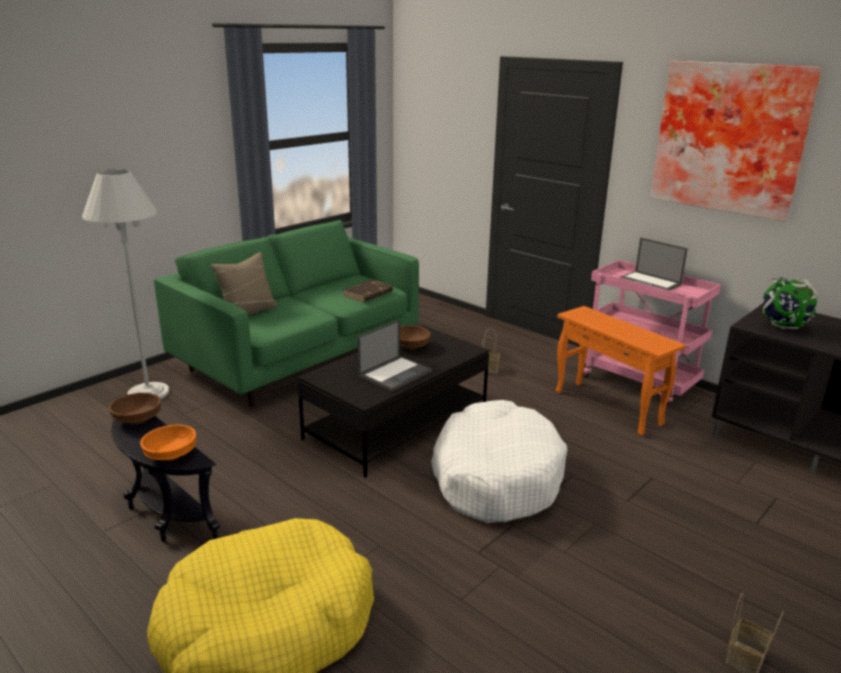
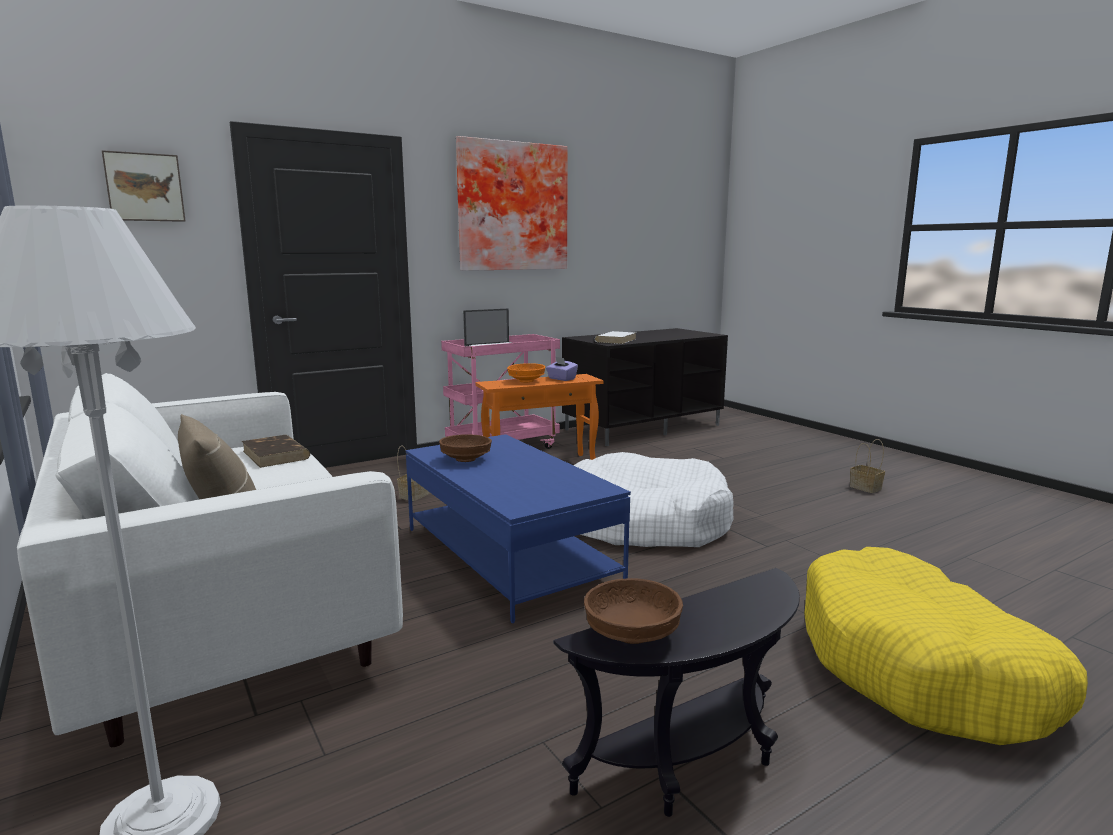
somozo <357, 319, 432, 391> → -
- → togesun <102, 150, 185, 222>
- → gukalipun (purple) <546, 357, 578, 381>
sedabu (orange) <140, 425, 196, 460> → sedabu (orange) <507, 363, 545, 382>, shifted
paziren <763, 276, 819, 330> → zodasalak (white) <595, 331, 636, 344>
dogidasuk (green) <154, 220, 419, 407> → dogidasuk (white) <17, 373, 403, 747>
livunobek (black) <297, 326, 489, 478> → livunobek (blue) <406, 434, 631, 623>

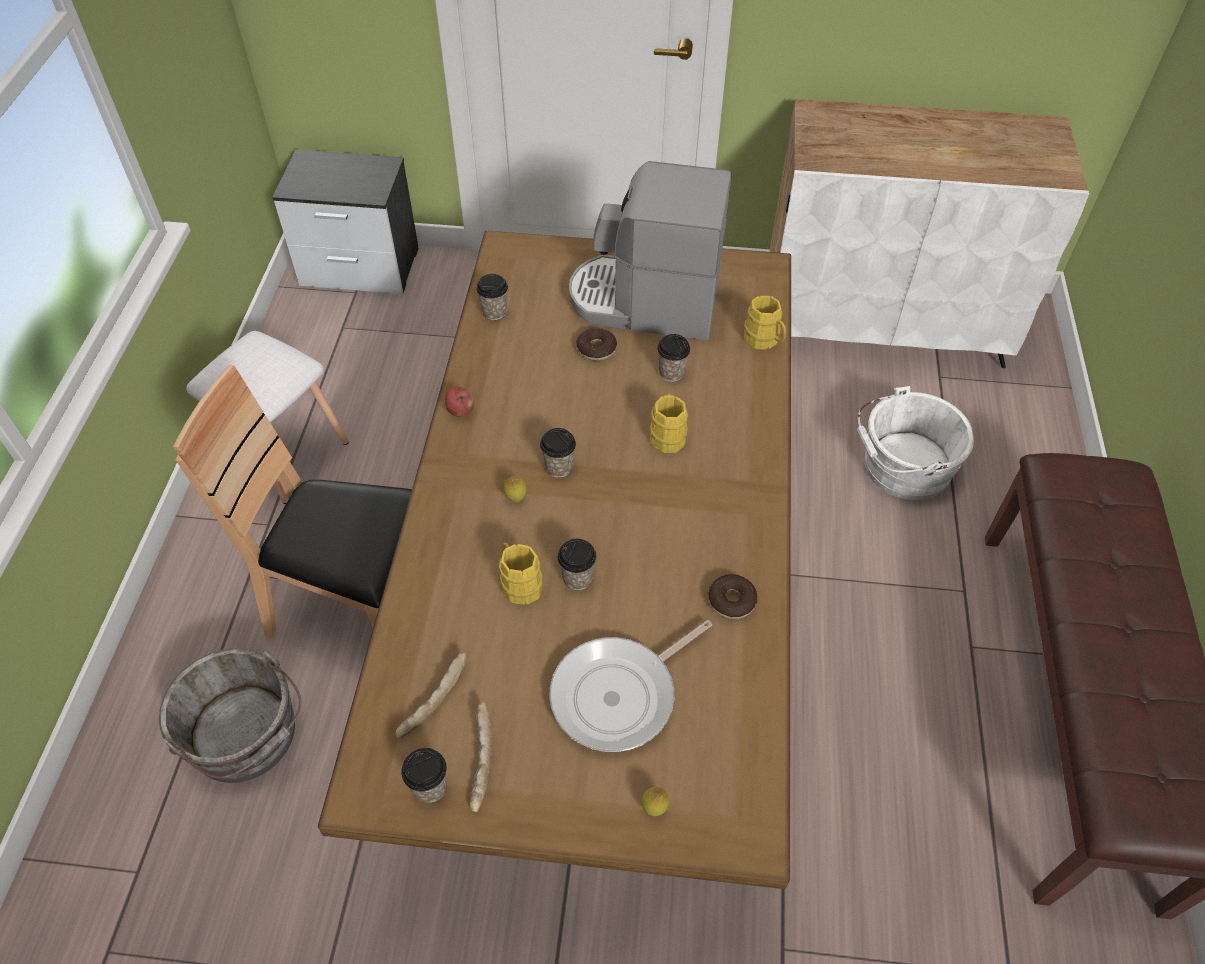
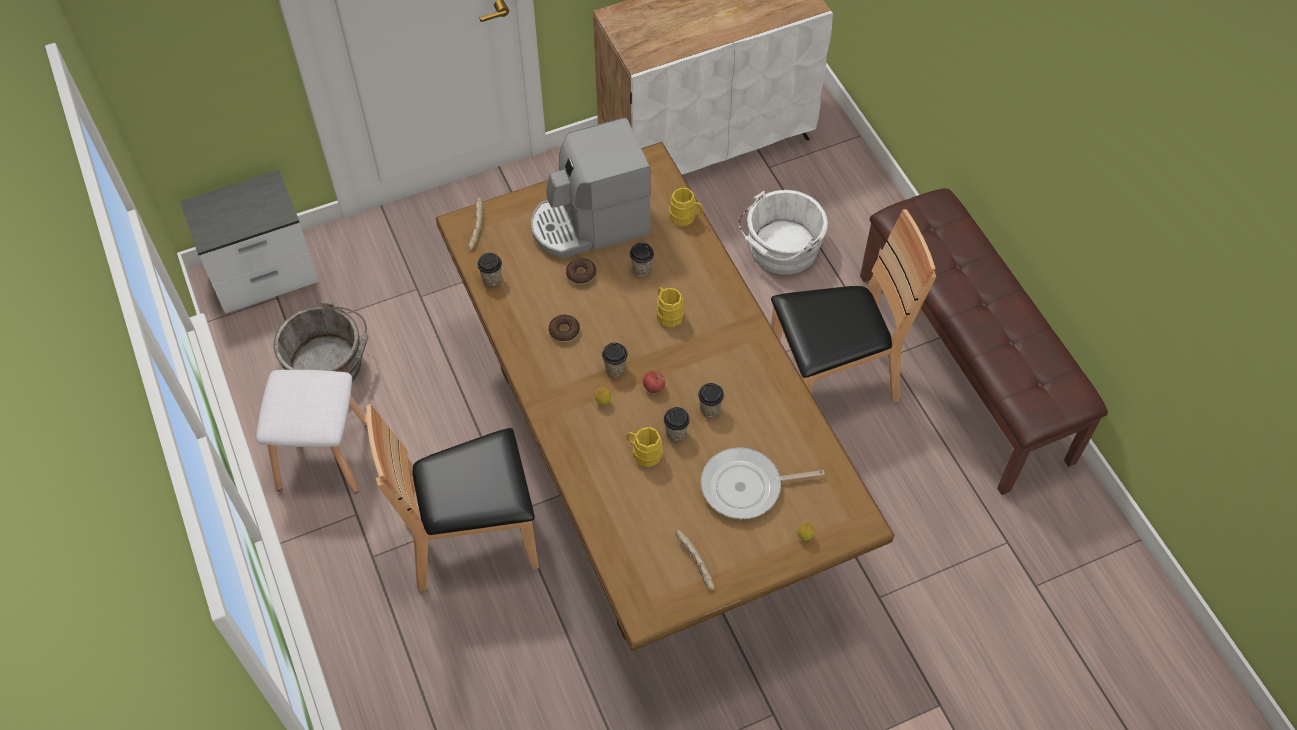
- → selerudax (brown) <771, 209, 936, 402>
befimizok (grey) <159, 648, 302, 783> → befimizok (grey) <274, 301, 369, 382>, shifted
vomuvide <395, 652, 467, 738> → vomuvide <468, 197, 483, 250>, shifted
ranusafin <401, 748, 447, 803> → ranusafin <698, 383, 724, 417>, shifted
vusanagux <445, 387, 474, 417> → vusanagux <643, 371, 665, 393>, shifted
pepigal <708, 574, 757, 619> → pepigal <549, 315, 580, 342>, shifted
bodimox <549, 620, 712, 752> → bodimox <701, 447, 825, 519>, 60 degrees clockwise

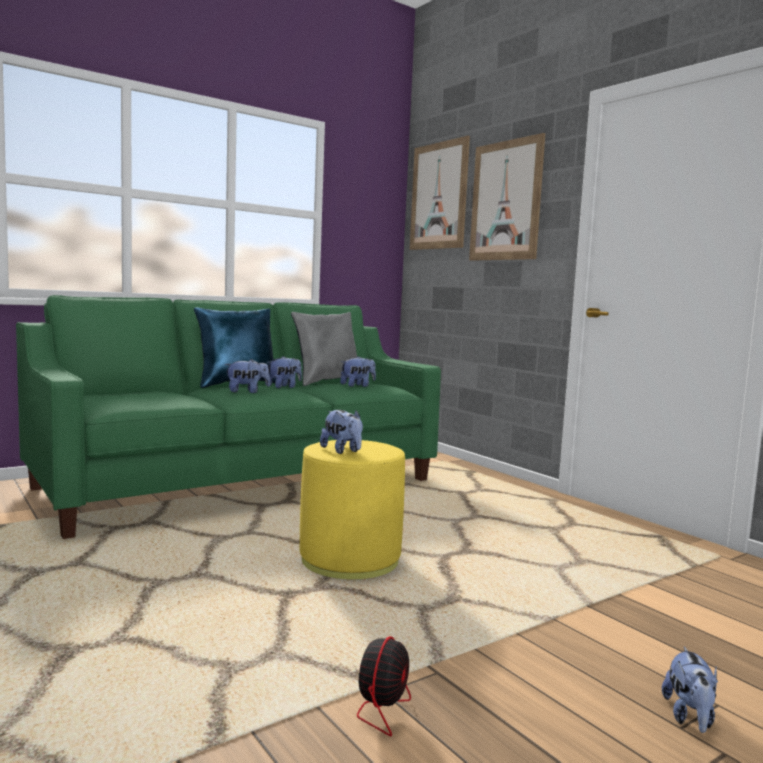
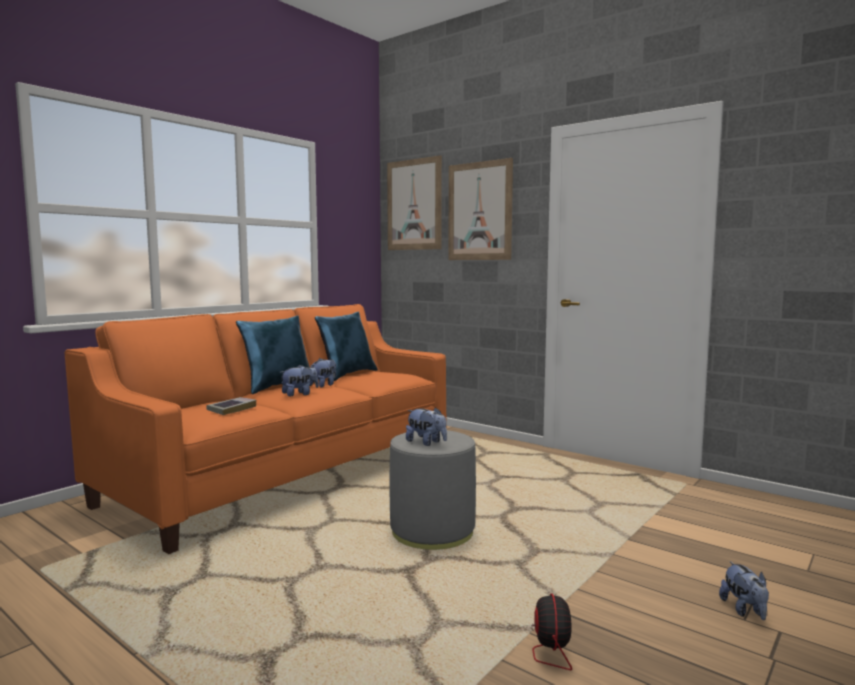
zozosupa <340, 356, 376, 387> → -
- → zodasalak <206, 397, 256, 415>
dogidasuk (green) <16, 295, 441, 539> → dogidasuk (orange) <65, 304, 447, 554>
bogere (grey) <291, 312, 357, 386> → bogere (blue) <315, 311, 378, 381>
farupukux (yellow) <300, 440, 405, 579> → farupukux (grey) <390, 430, 476, 550>

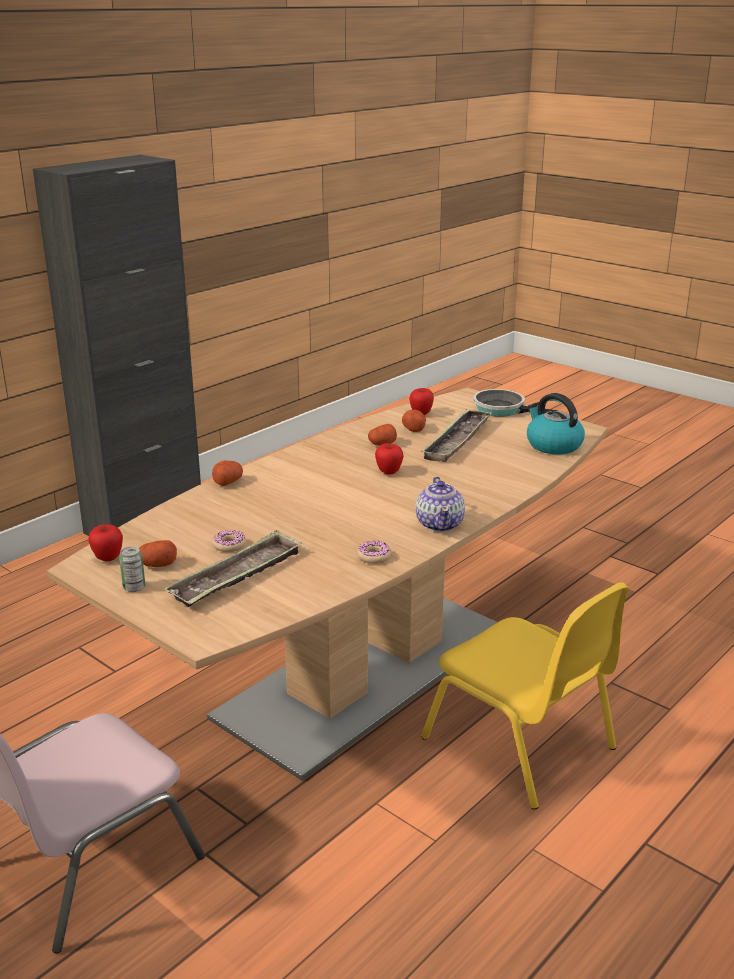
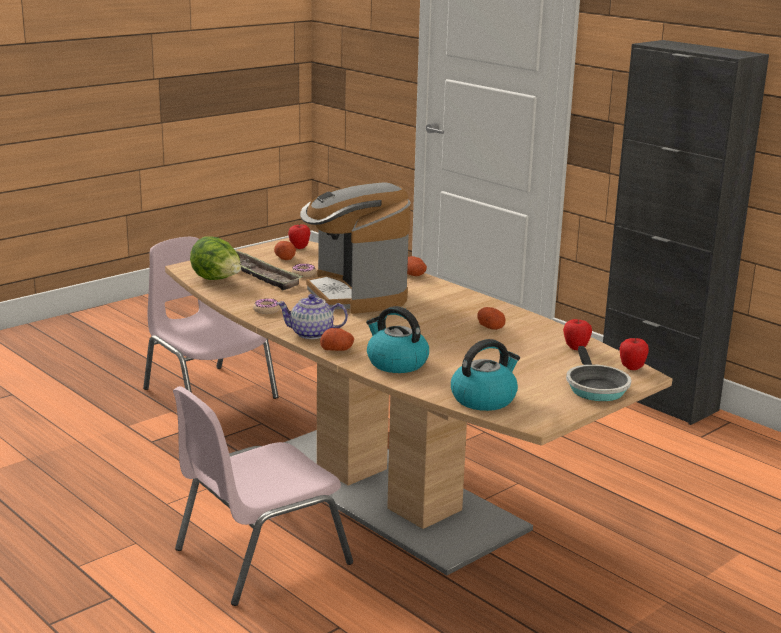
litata <119, 547, 145, 592> → -
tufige <421, 409, 492, 462> → -
- → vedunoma <190, 236, 241, 280>
- → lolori <300, 182, 411, 314>
- → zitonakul <366, 306, 429, 373>
vusanagux <375, 443, 404, 475> → vusanagux <620, 338, 649, 370>, shifted
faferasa <402, 410, 426, 432> → faferasa <320, 328, 354, 351>, shifted
selerudax (yellow) <421, 582, 629, 810> → selerudax (pink) <173, 386, 353, 606>
bodimox <473, 389, 558, 416> → bodimox <566, 346, 631, 401>, 135 degrees clockwise

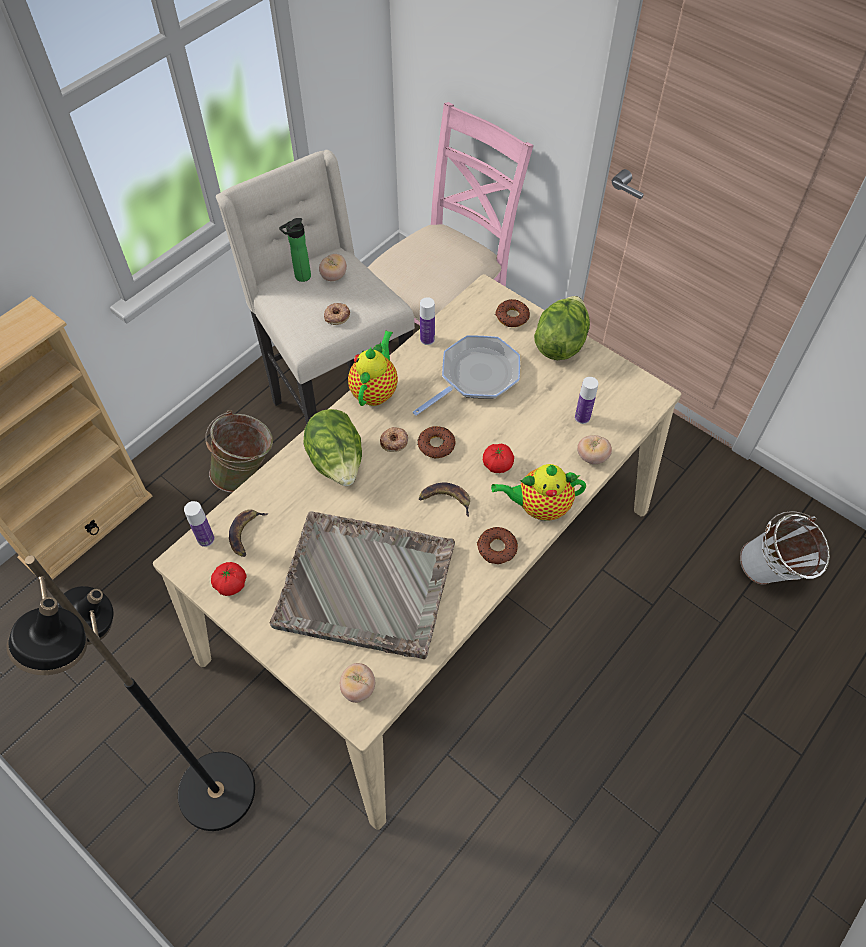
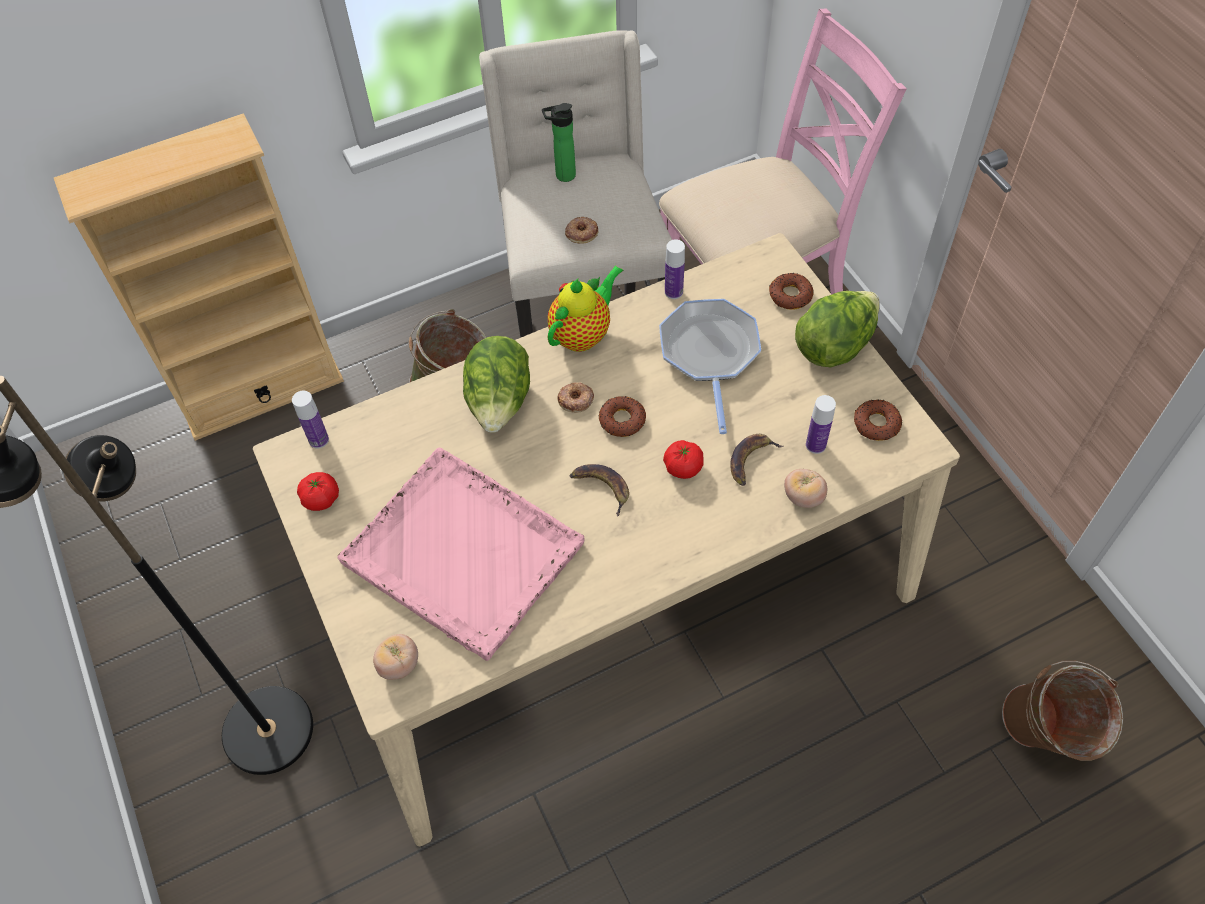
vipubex <319, 254, 347, 281> → -
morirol <491, 464, 586, 521> → -
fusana <229, 509, 269, 557> → fusana <730, 434, 783, 486>, shifted
pepigal <477, 527, 518, 564> → pepigal <854, 400, 902, 441>, shifted
tufige (grey) <270, 511, 455, 659> → tufige (pink) <337, 448, 585, 661>
befimizok (white) <740, 511, 830, 585> → befimizok (brown) <1002, 661, 1123, 761>
bodimox <413, 335, 520, 416> → bodimox <659, 299, 761, 434>, 75 degrees counterclockwise

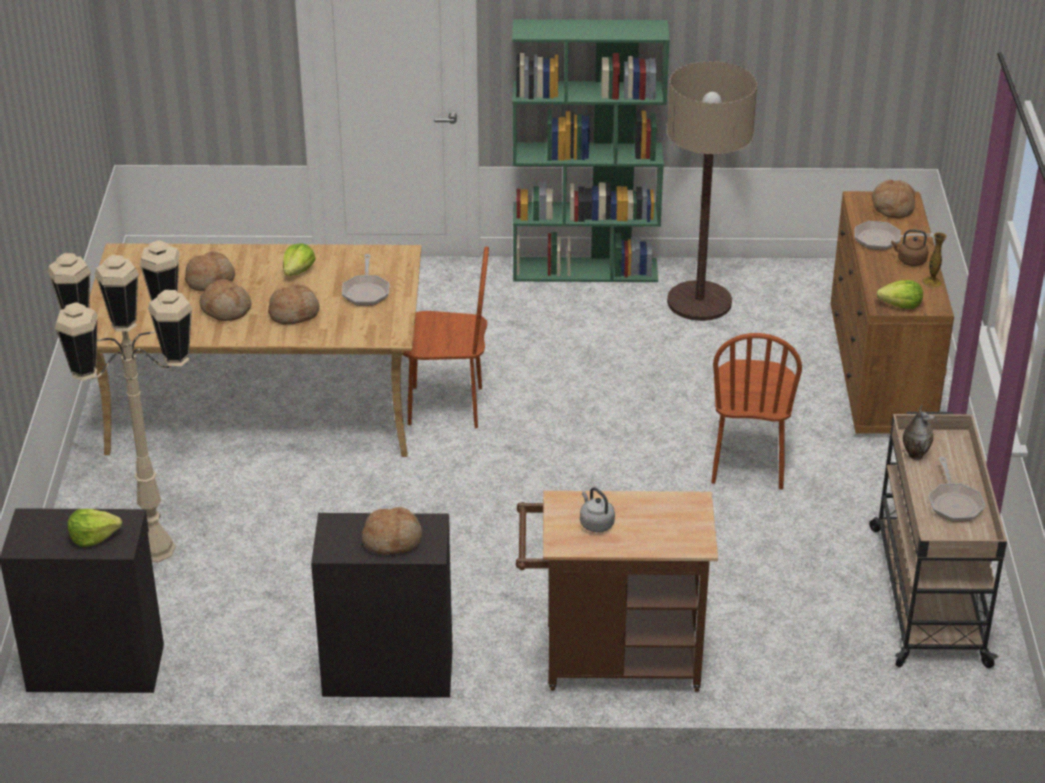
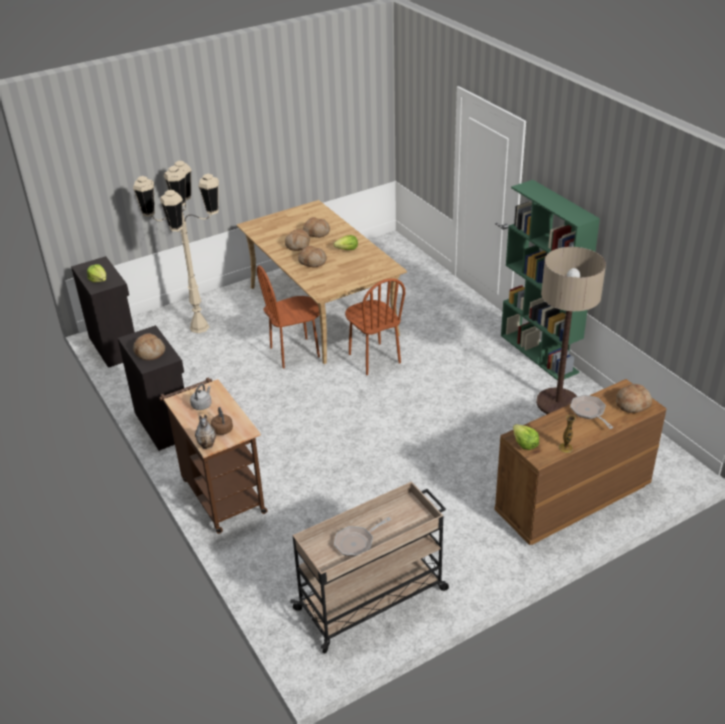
bodimox <342, 254, 389, 306> → -
selerudax (brown) <711, 333, 802, 490> → selerudax (brown) <257, 266, 320, 368>, shifted
zitonakul (brown) <891, 229, 928, 266> → zitonakul (brown) <211, 407, 233, 435>, shifted
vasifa <903, 405, 935, 460> → vasifa <195, 414, 216, 450>, shifted

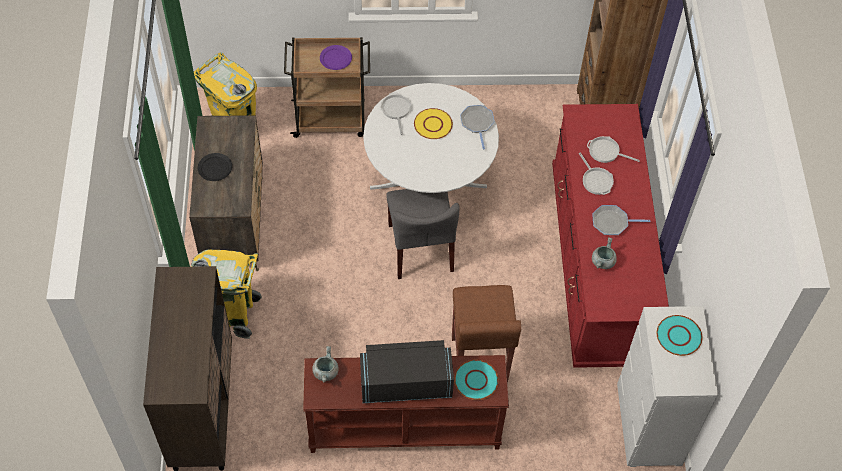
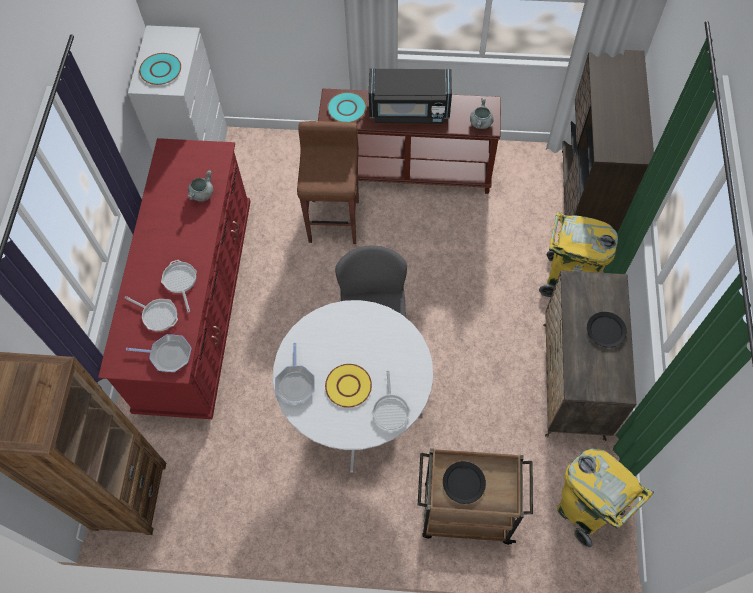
bodimox <592, 205, 650, 235> → bodimox <126, 334, 191, 372>, shifted
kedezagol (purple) <320, 45, 352, 70> → kedezagol (black) <443, 461, 486, 504>

